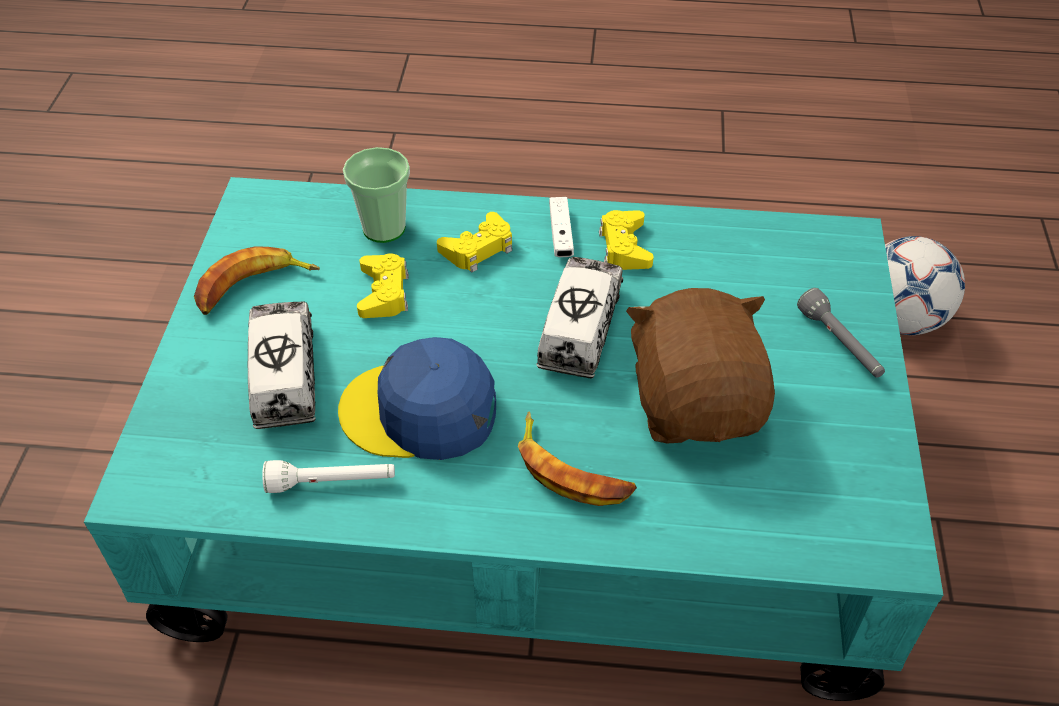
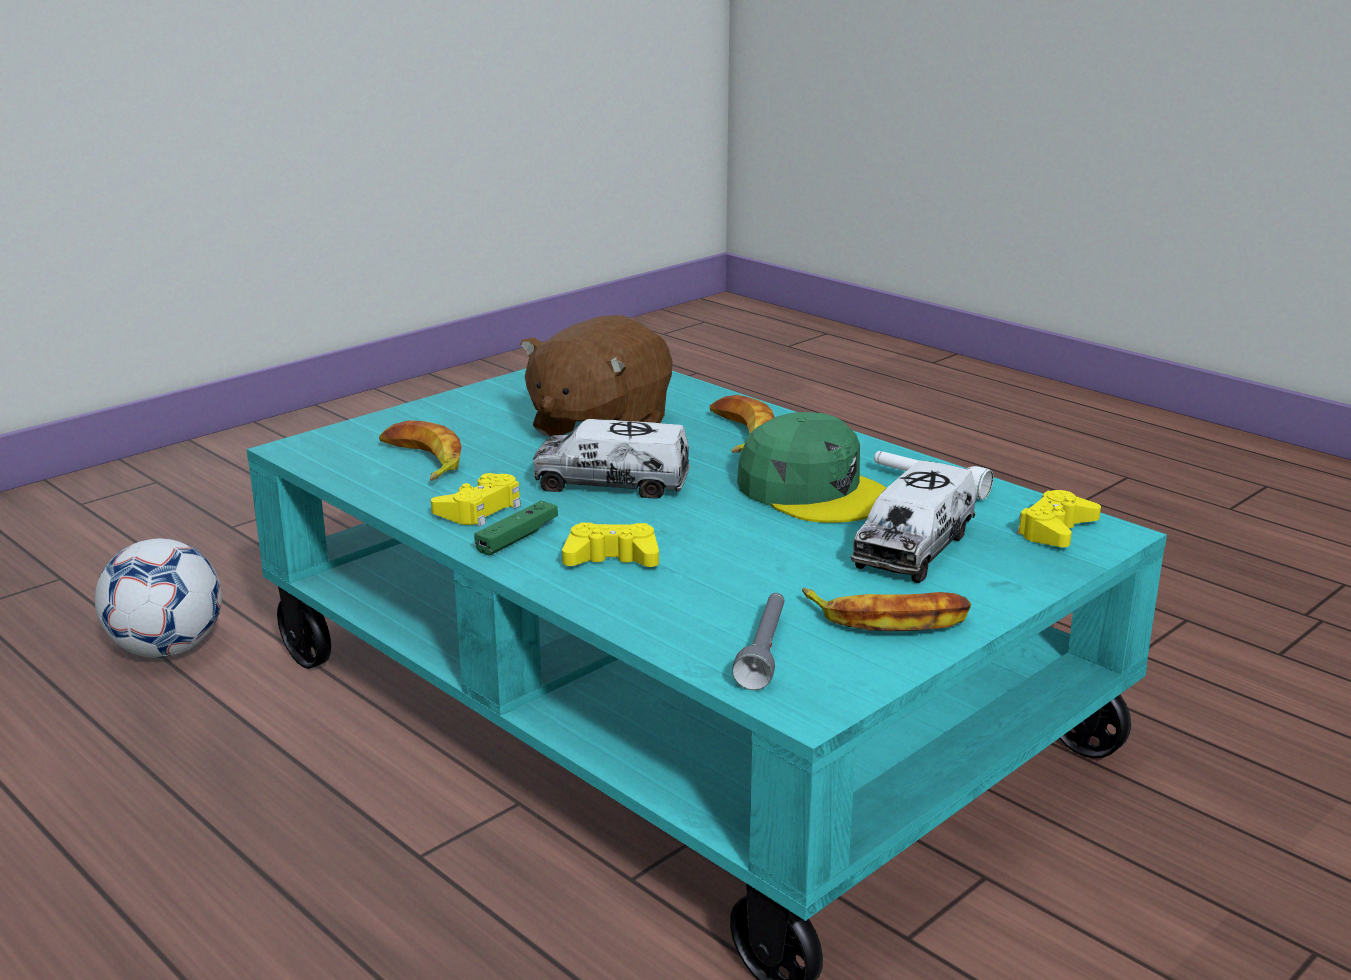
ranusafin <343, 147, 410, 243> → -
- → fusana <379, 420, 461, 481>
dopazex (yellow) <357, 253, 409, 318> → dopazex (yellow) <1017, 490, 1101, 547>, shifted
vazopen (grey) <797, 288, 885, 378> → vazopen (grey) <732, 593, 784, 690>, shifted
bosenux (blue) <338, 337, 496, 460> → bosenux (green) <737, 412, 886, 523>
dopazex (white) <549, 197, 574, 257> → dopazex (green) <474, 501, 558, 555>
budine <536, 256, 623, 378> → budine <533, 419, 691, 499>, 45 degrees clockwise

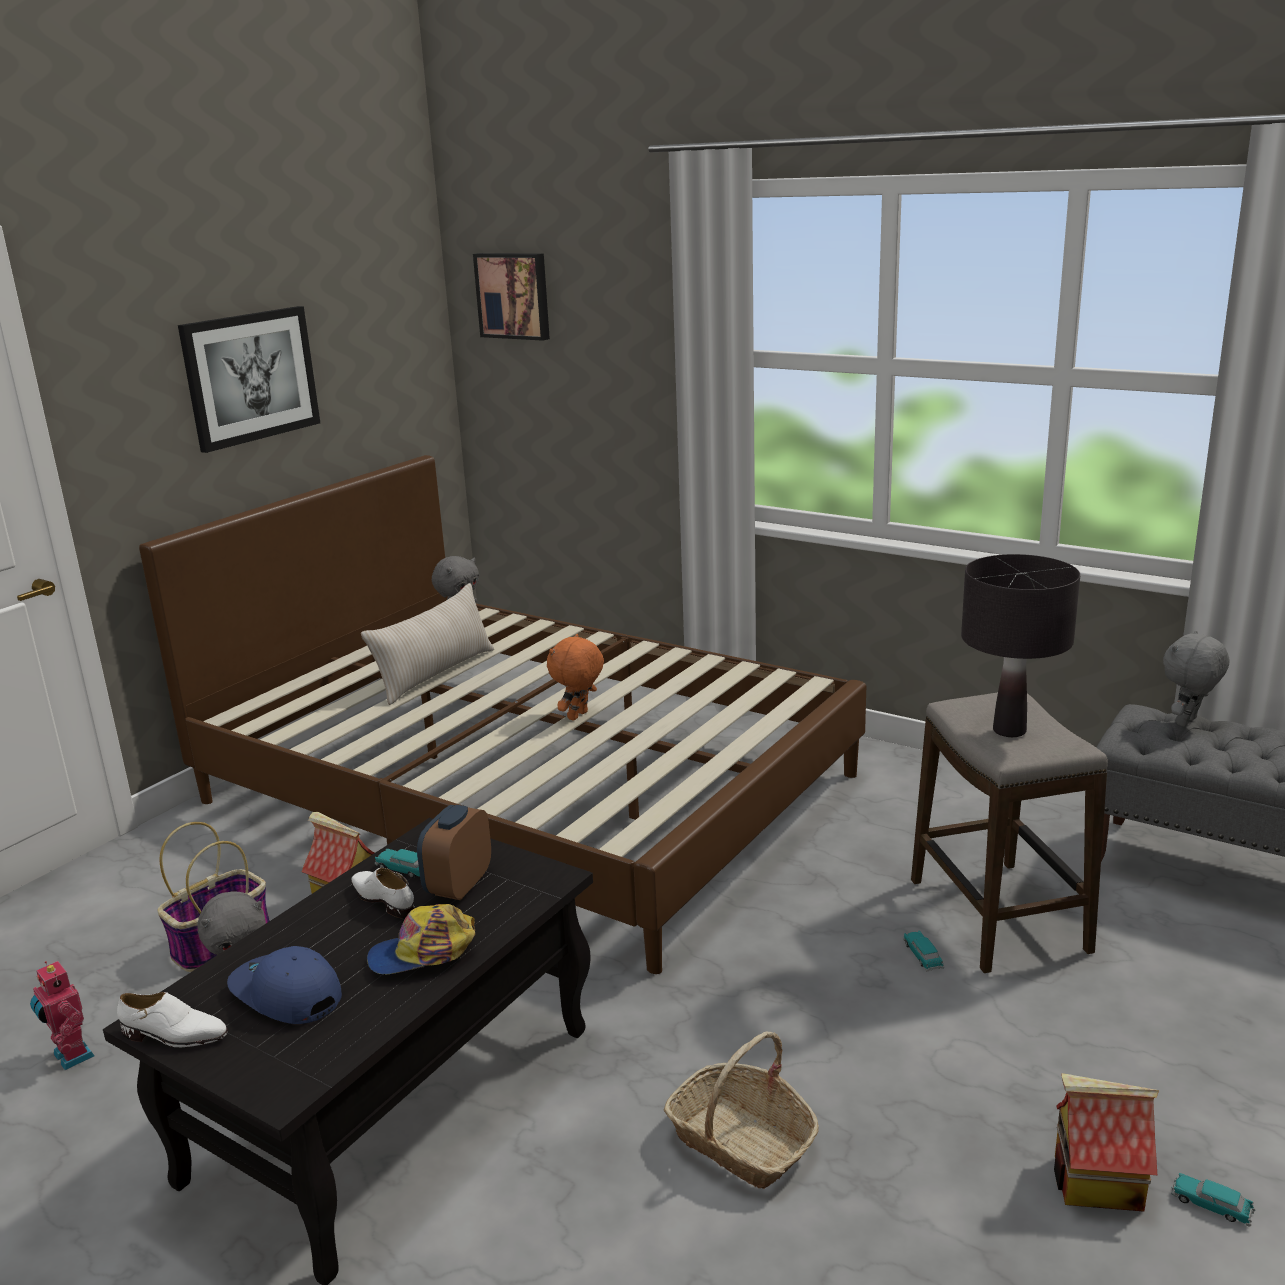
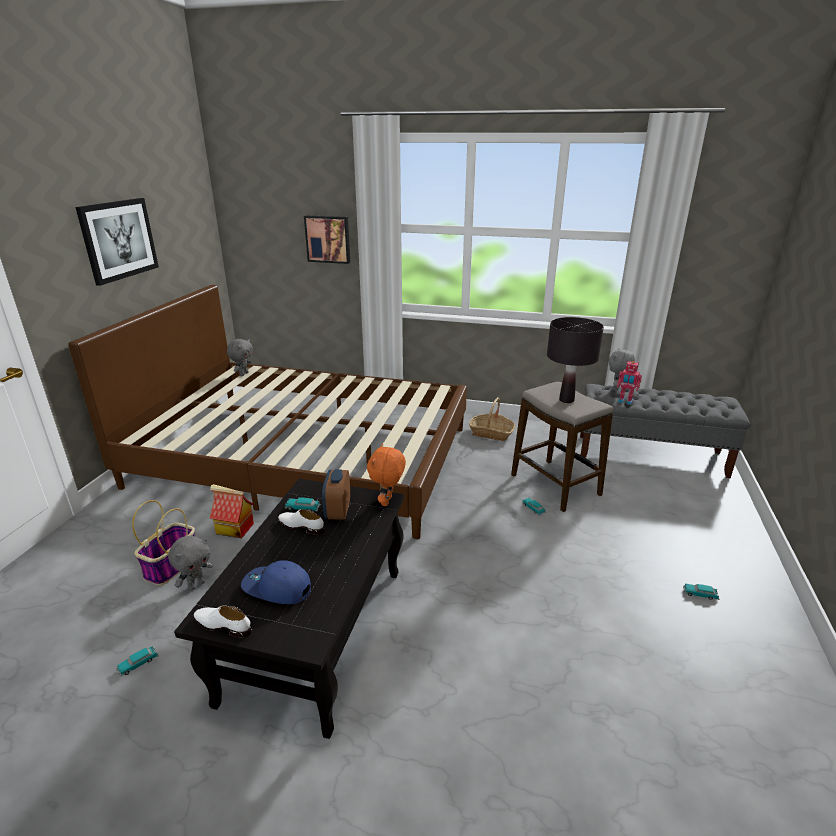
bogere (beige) <361, 583, 494, 705> → -
bosenux <367, 904, 475, 974> → -
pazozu <1054, 1073, 1159, 1212> → -
- → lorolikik <117, 646, 159, 676>
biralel <30, 961, 94, 1070> → biralel <617, 361, 642, 405>, shifted
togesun <473, 253, 550, 341> → togesun <304, 215, 350, 264>, shifted
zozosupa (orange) <547, 634, 604, 720> → zozosupa (orange) <367, 443, 406, 506>, shifted
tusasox <664, 1032, 819, 1189> → tusasox <469, 397, 515, 441>, shifted
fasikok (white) <117, 992, 228, 1047> → fasikok (white) <194, 606, 252, 637>, 150 degrees counterclockwise

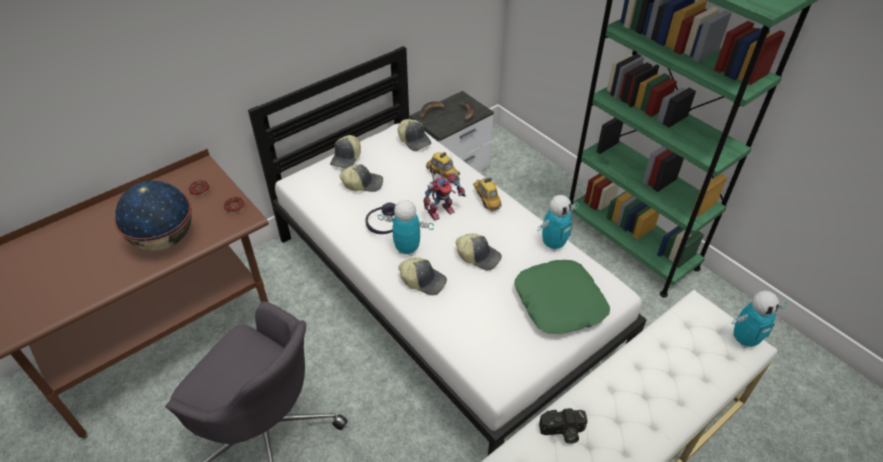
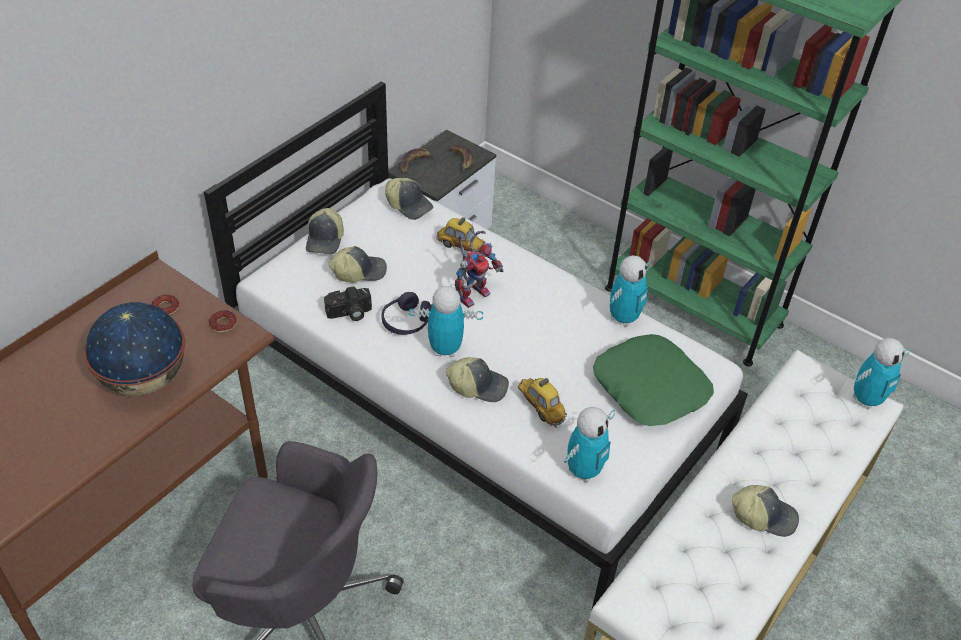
- → biralel <564, 407, 615, 483>
bosenux <456, 234, 502, 270> → bosenux <732, 485, 799, 537>, shifted
lorolikik <473, 178, 502, 212> → lorolikik <518, 378, 567, 428>, shifted
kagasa <539, 408, 588, 444> → kagasa <324, 286, 372, 321>, shifted

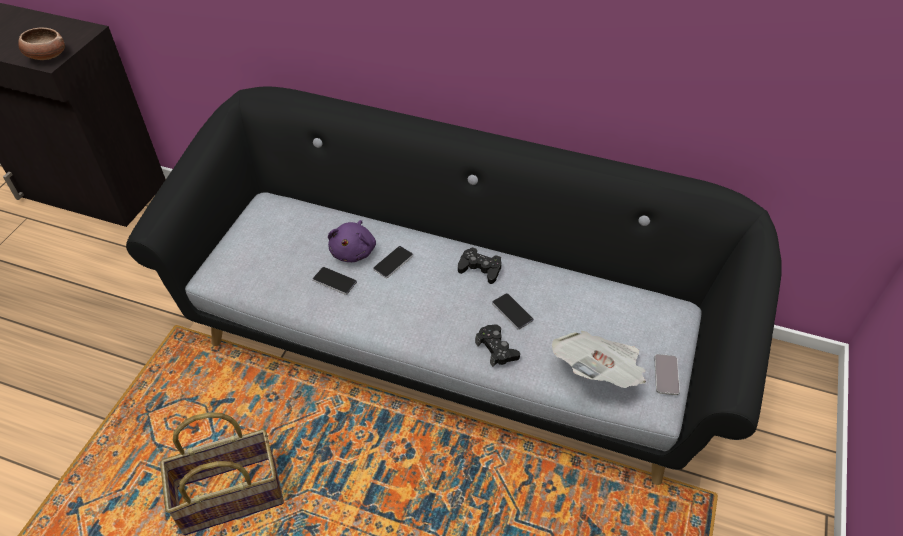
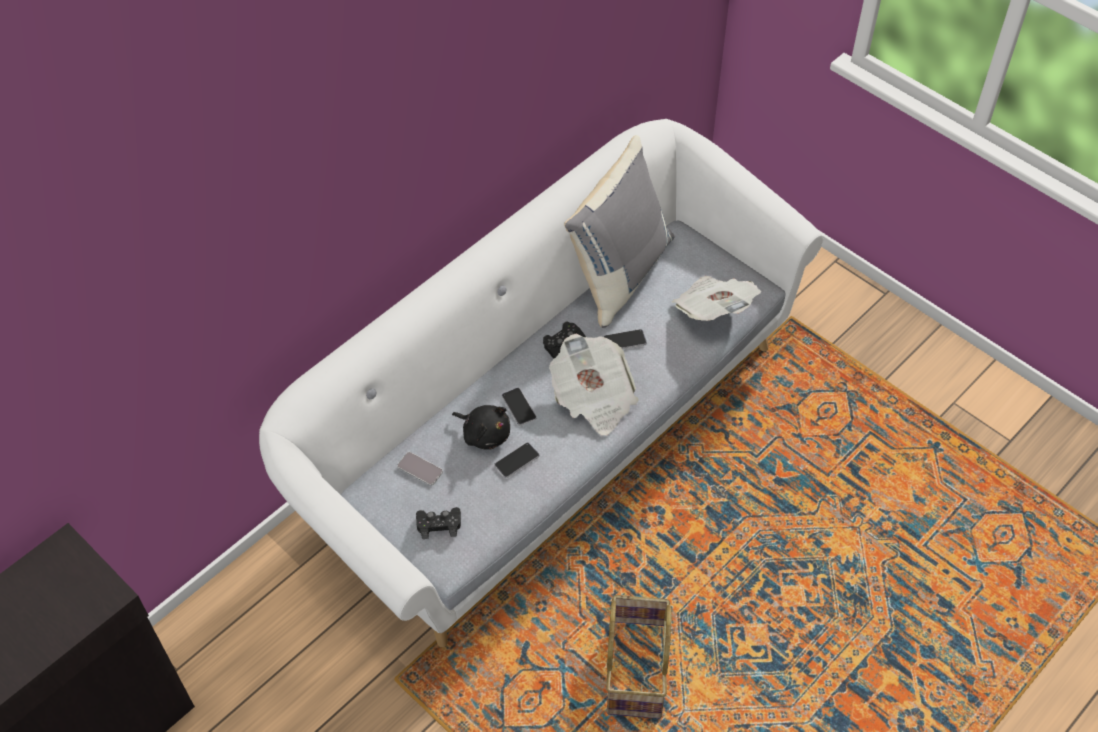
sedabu <18, 27, 65, 60> → -
- → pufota <549, 334, 639, 435>
- → bogere (grey) <564, 135, 675, 328>
dopazex (black) <475, 325, 520, 367> → dopazex (black) <416, 507, 461, 539>, shifted
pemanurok <654, 354, 680, 395> → pemanurok <397, 452, 443, 486>, shifted
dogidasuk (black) <126, 86, 782, 485> → dogidasuk (white) <259, 119, 823, 647>
zozosupa (purple) <328, 220, 376, 262> → zozosupa (black) <452, 405, 510, 450>

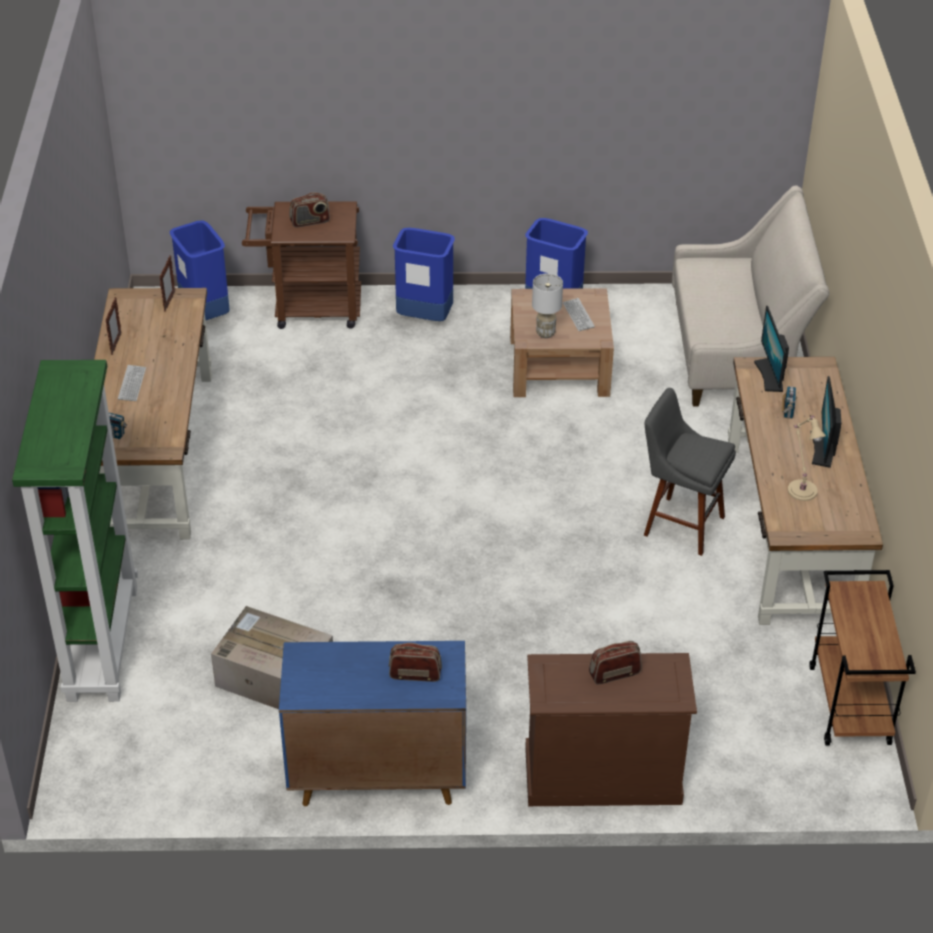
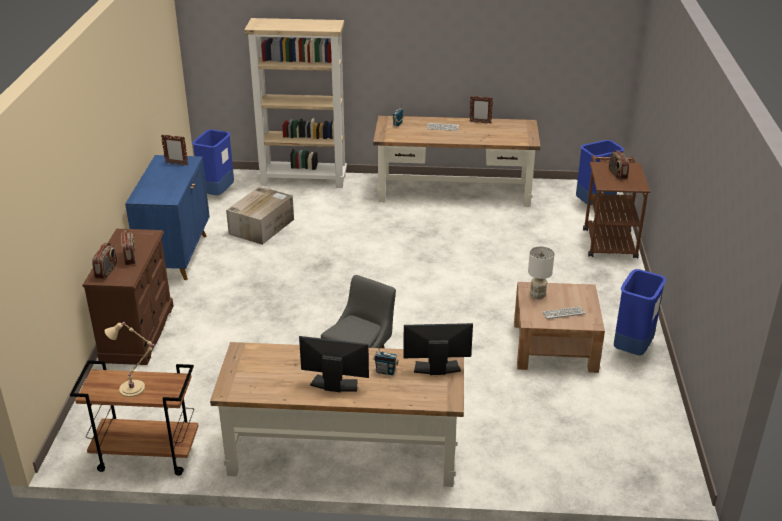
dogidasuk (beige) <672, 185, 830, 406> → -
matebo <159, 255, 175, 312> → matebo <161, 135, 188, 165>, shifted
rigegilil <388, 643, 442, 682> → rigegilil <92, 243, 117, 279>, shifted
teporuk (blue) <393, 228, 455, 321> → teporuk (blue) <192, 130, 234, 195>, shifted
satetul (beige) <788, 415, 826, 501> → satetul (beige) <105, 321, 155, 397>, shifted
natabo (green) <12, 360, 138, 702> → natabo (beige) <244, 18, 347, 188>

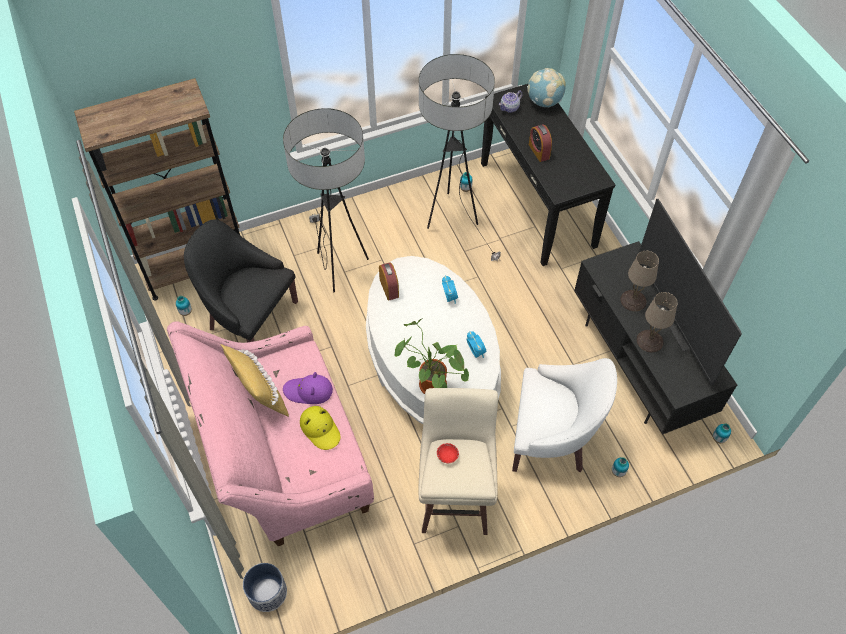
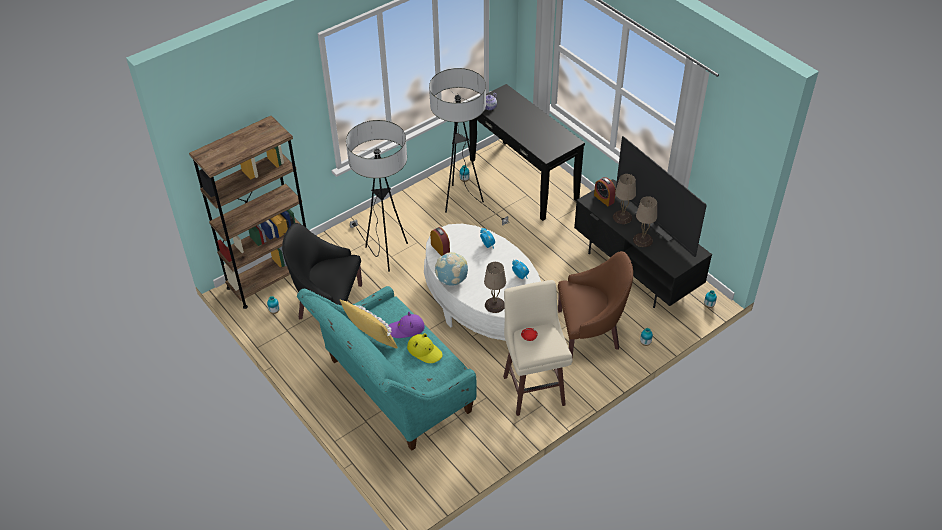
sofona <243, 563, 287, 612> → -
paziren <527, 68, 566, 108> → paziren <435, 252, 468, 286>, shifted
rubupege <529, 124, 552, 162> → rubupege <594, 177, 616, 206>, shifted
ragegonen <394, 318, 469, 394> → satetul (beige) <484, 262, 506, 313>
dogidasuk (pink) <167, 321, 374, 546> → dogidasuk (turquoise) <297, 286, 477, 451>
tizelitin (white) <512, 358, 617, 472> → tizelitin (brown) <558, 251, 633, 358>

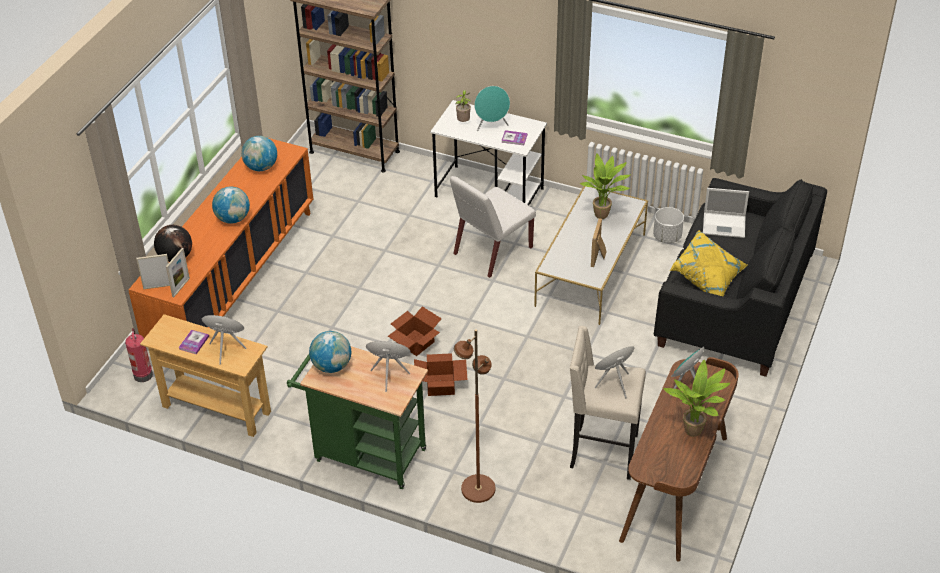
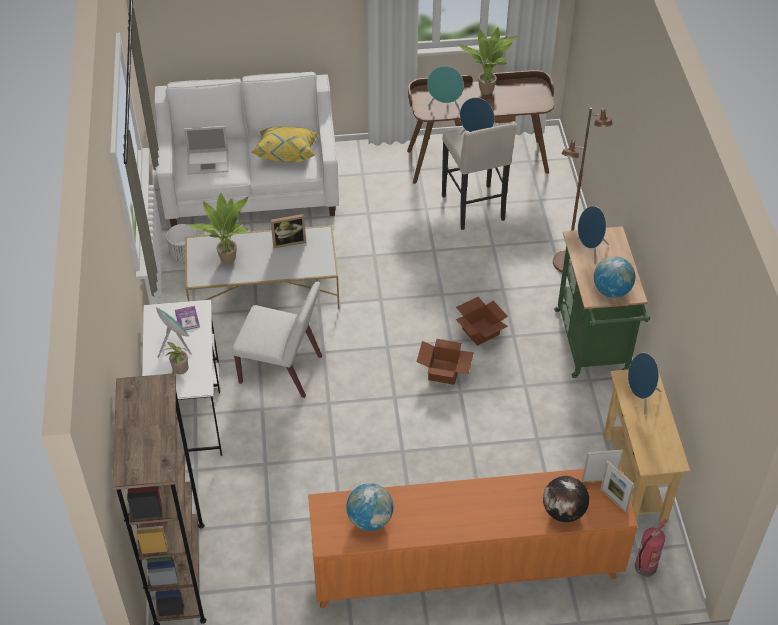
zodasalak <178, 330, 209, 354> → -
paziren <212, 187, 250, 224> → -
dogidasuk (black) <654, 178, 827, 377> → dogidasuk (white) <155, 72, 339, 227>
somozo <703, 188, 749, 238> → somozo <184, 126, 229, 175>, 105 degrees clockwise

